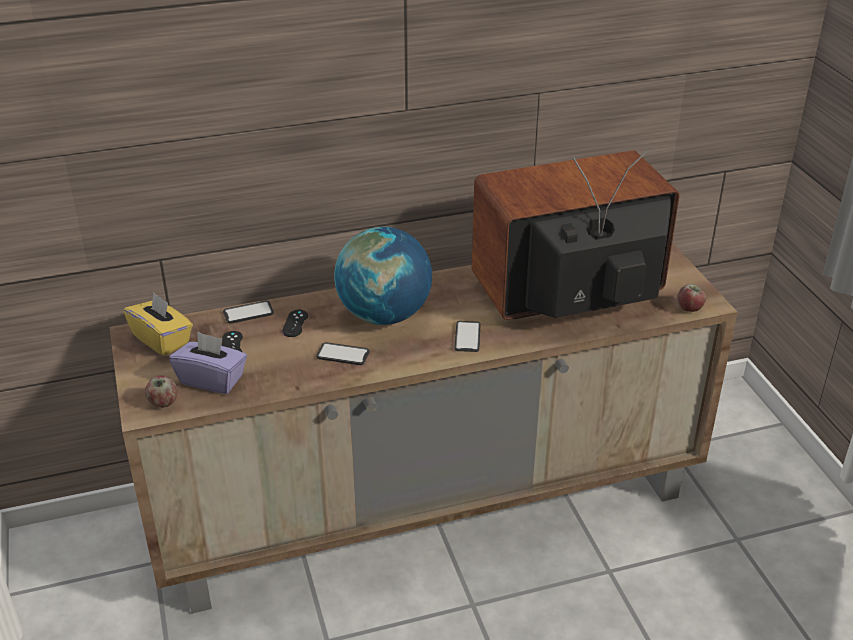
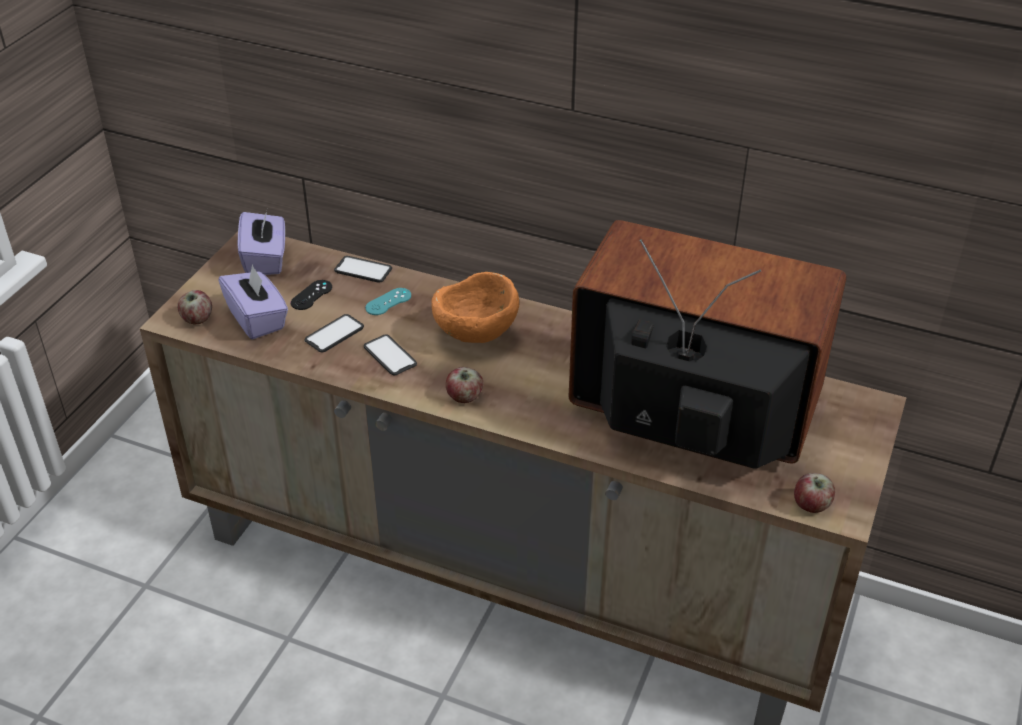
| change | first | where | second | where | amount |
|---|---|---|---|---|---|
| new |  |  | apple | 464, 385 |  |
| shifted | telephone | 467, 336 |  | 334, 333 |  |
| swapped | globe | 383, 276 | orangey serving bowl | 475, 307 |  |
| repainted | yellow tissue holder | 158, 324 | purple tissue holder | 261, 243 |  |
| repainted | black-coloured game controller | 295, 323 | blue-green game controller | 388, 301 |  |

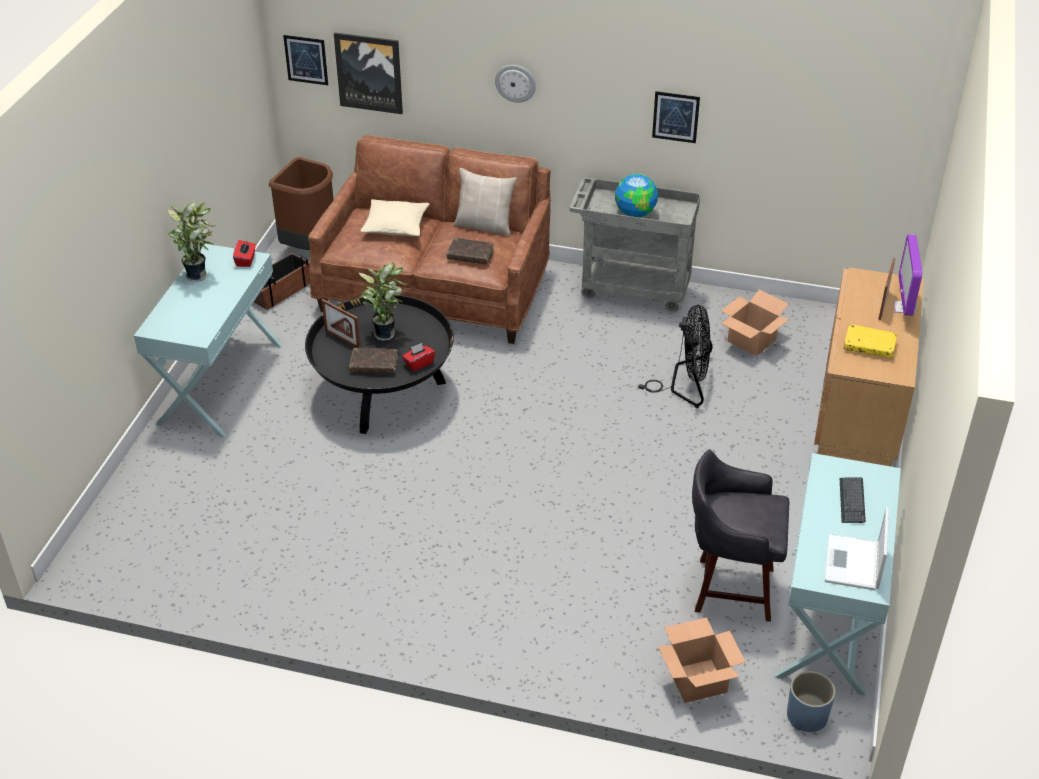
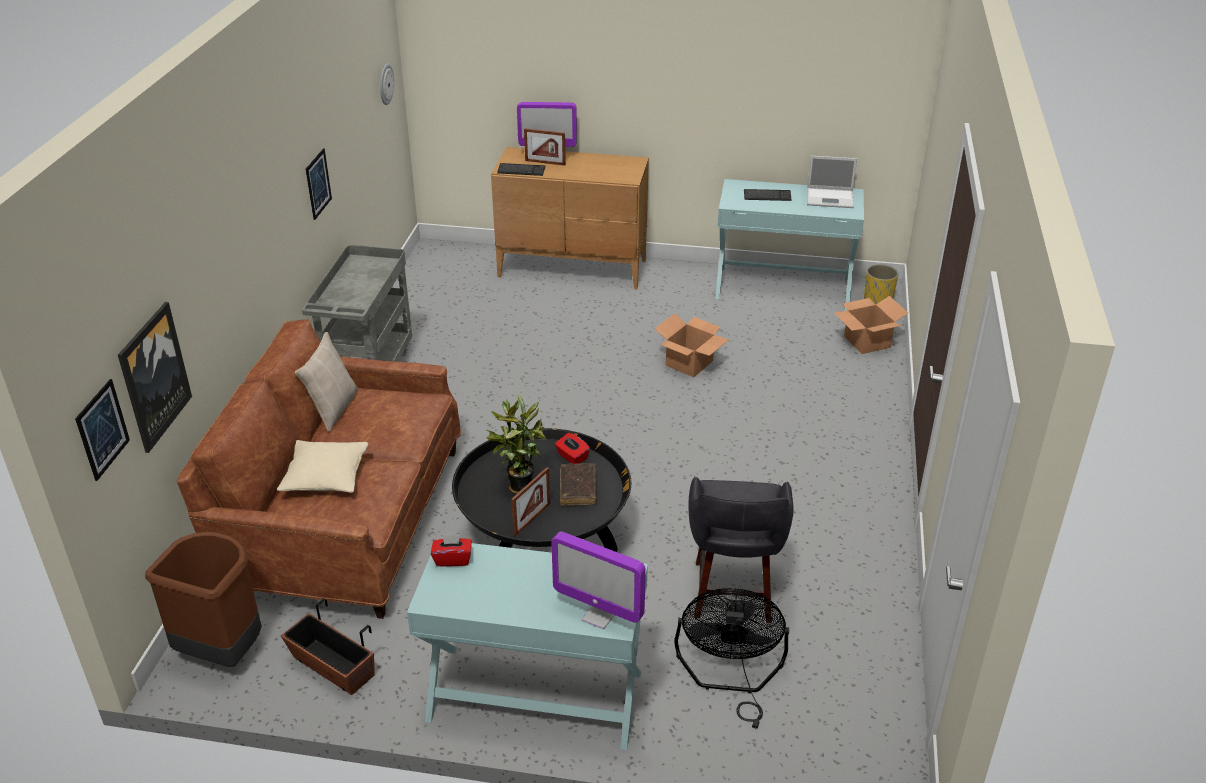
| change | first | where | second | where | amount |
|---|---|---|---|---|---|
| gone | plant in a pot | 191, 242 |  |  |  |
| gone | brownish bound book | 470, 251 |  |  |  |
| gone | globe | 636, 195 |  |  |  |
| gone | yellow bound book | 870, 341 |  |  |  |
| new |  |  | computer keyboard | 521, 169 |  |
| new |  |  | computer screen | 599, 580 |  |
| shifted | clock on the wall | 515, 84 |  | 387, 84 |  |
| shifted | black-coloured electric fan | 675, 356 |  | 731, 658 |  |
| shifted | grey sitting stool | 740, 535 |  | 741, 550 |  |
| shifted | packing box | 755, 323 |  | 692, 345 |  |
| repainted | blue flower pot | 811, 701 | yellow flower pot | 881, 284 |  |

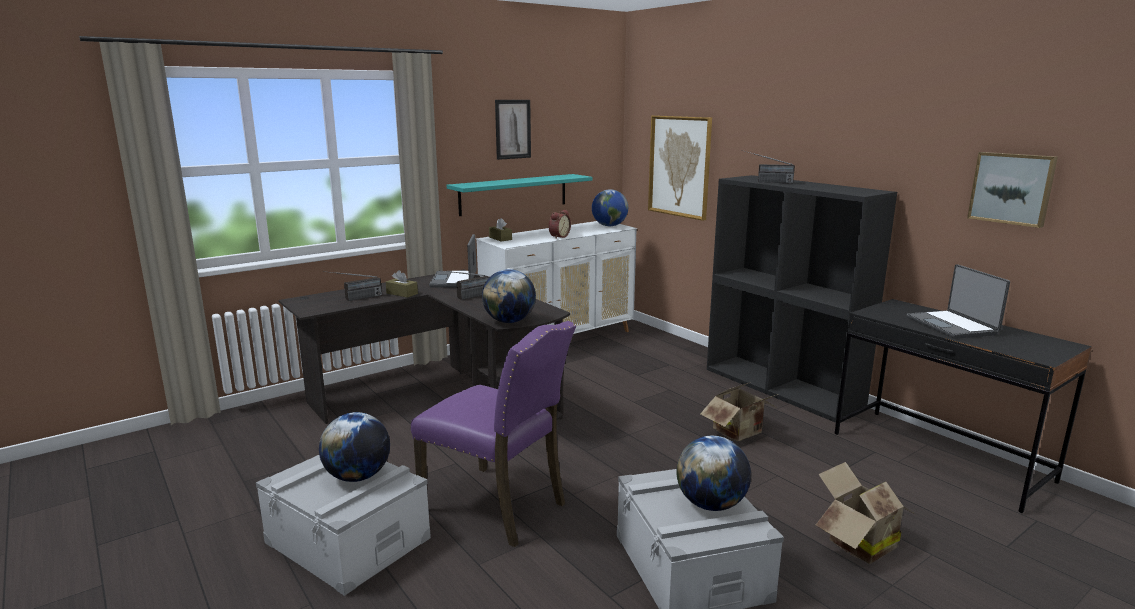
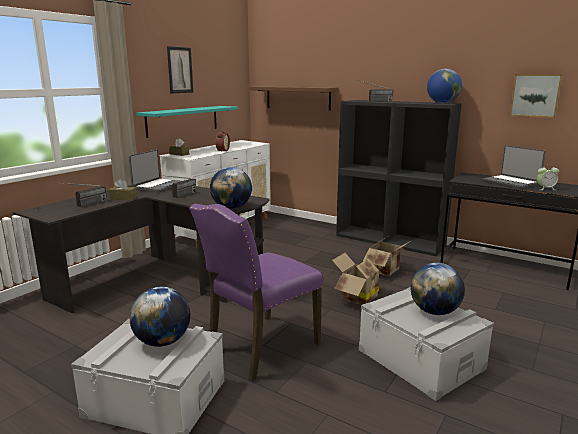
| change | first | where | second | where | amount |
|---|---|---|---|---|---|
| new |  |  | table clock | 548, 177 |  |
| shifted | globe | 610, 207 |  | 444, 86 |  |
| shifted | packing box | 865, 513 |  | 358, 279 |  |
| swapped | picture | 680, 168 | brownish shelf | 294, 98 |  |
| rotated | purple plain chair | 493, 434 |  | 256, 292 | 120 degrees clockwise |
| rotated | laptop | 453, 261 |  | 155, 171 | 135 degrees counterclockwise |

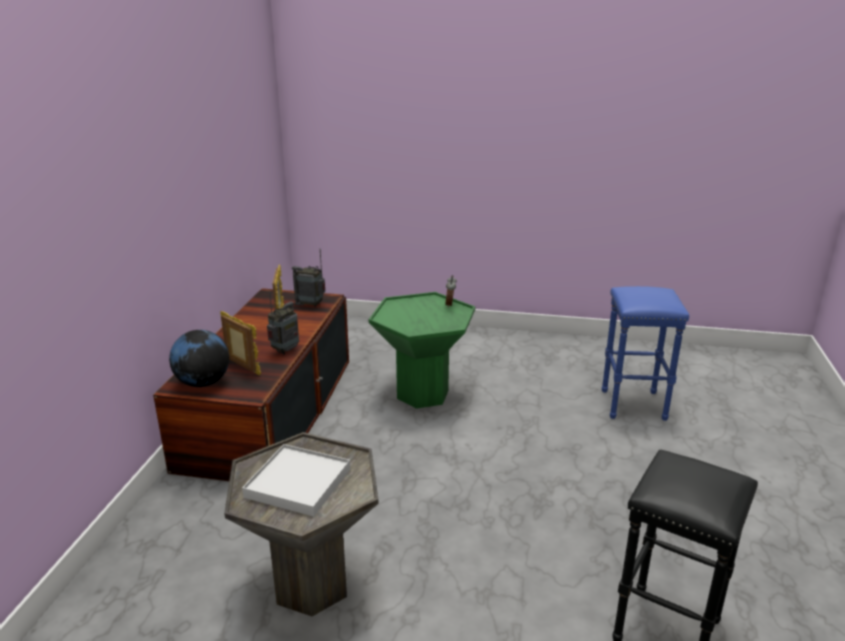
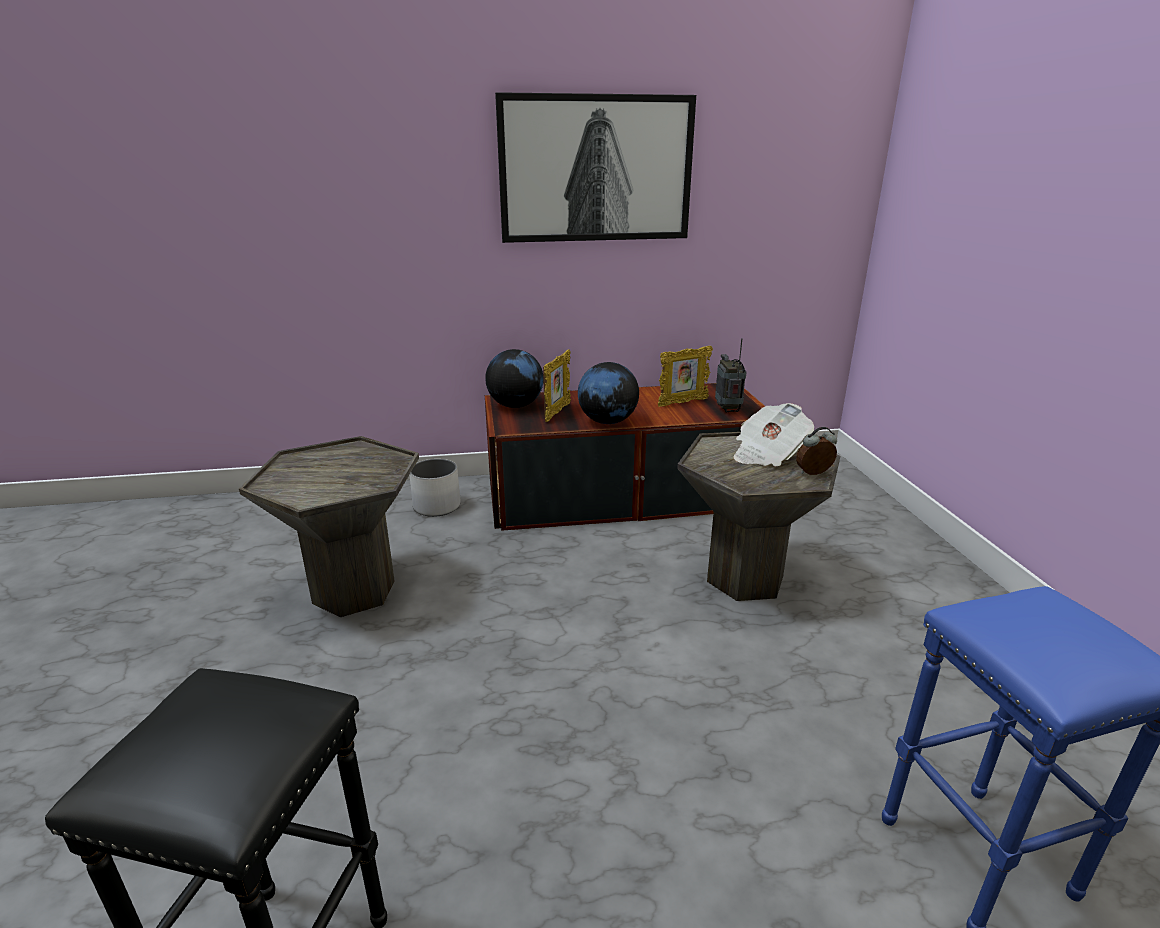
| change | first | where | second | where | amount |
|---|---|---|---|---|---|
| gone | white-coloured carrying tray | 296, 480 |  |  |  |
| new |  |  | white-coloured flower pot | 435, 488 |  |
| new |  |  | picture | 595, 167 |  |
| new |  |  | daily paper | 773, 435 |  |
| swapped | radio | 283, 323 | globe | 608, 393 |  |
| repainted | green end table | 422, 350 | grey end table | 758, 516 |  |

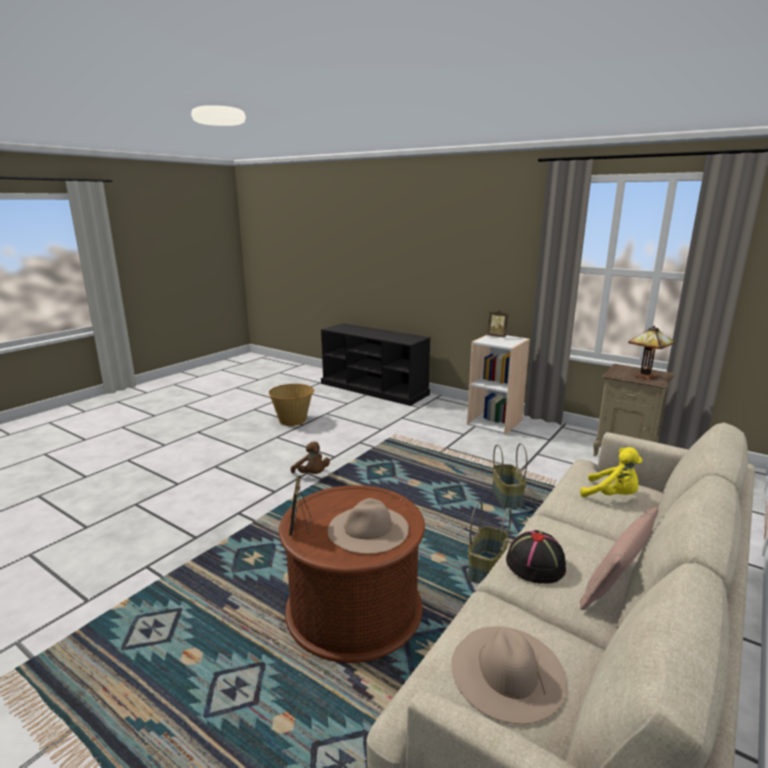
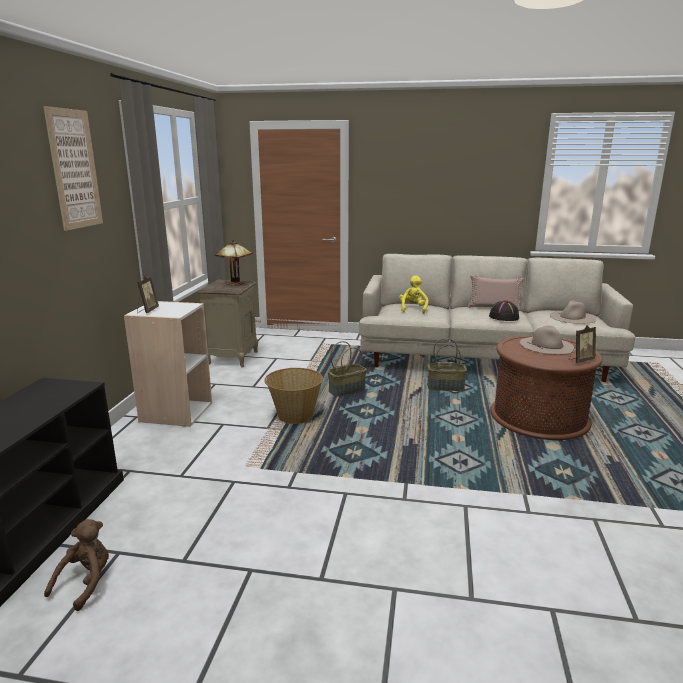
| change | first | where | second | where | amount |
|---|---|---|---|---|---|
| new |  |  | picture | 73, 168 |  |
| shifted | storage basket | 291, 405 |  | 293, 396 |  |
| shifted | brownish cuddly toy | 310, 457 |  | 76, 565 |  |

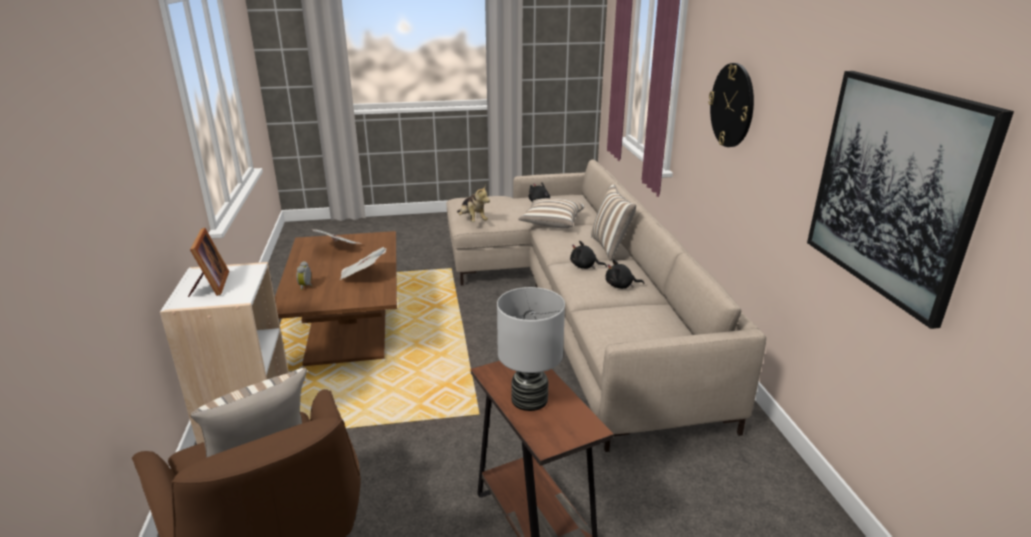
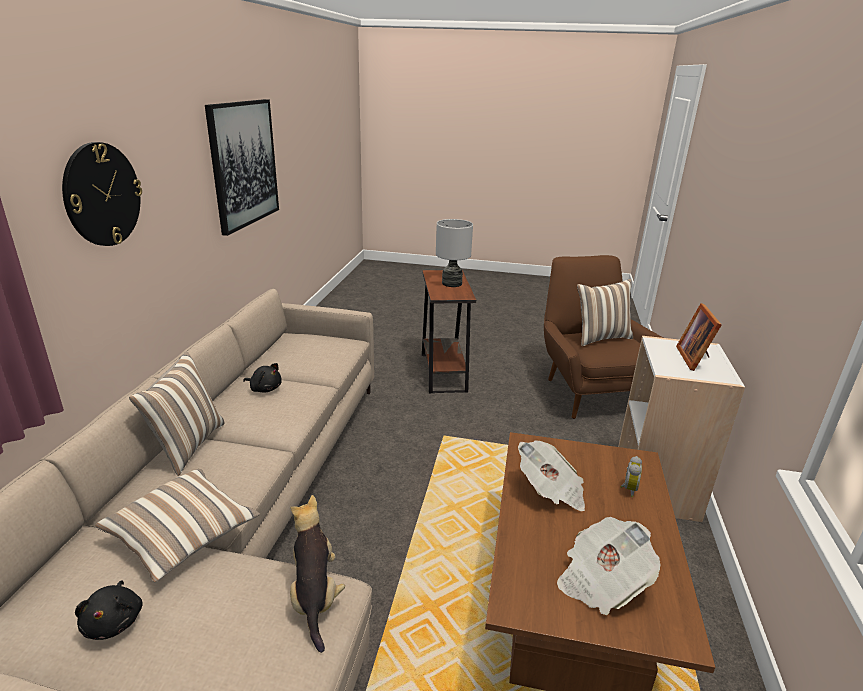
| change | first | where | second | where | amount |
|---|---|---|---|---|---|
| gone | black-coloured cuddly toy | 588, 255 |  |  |  |

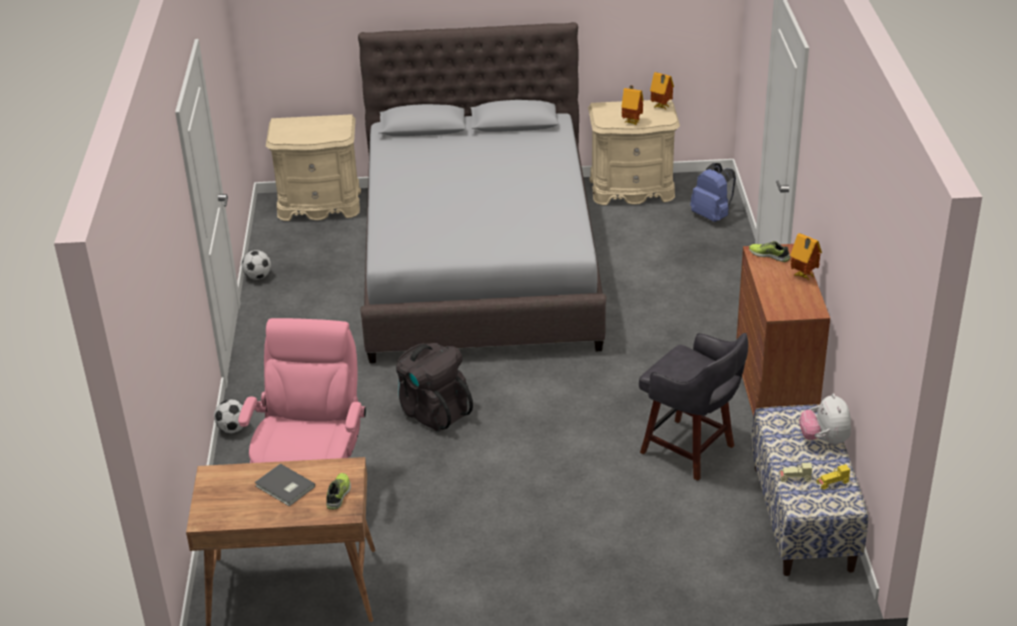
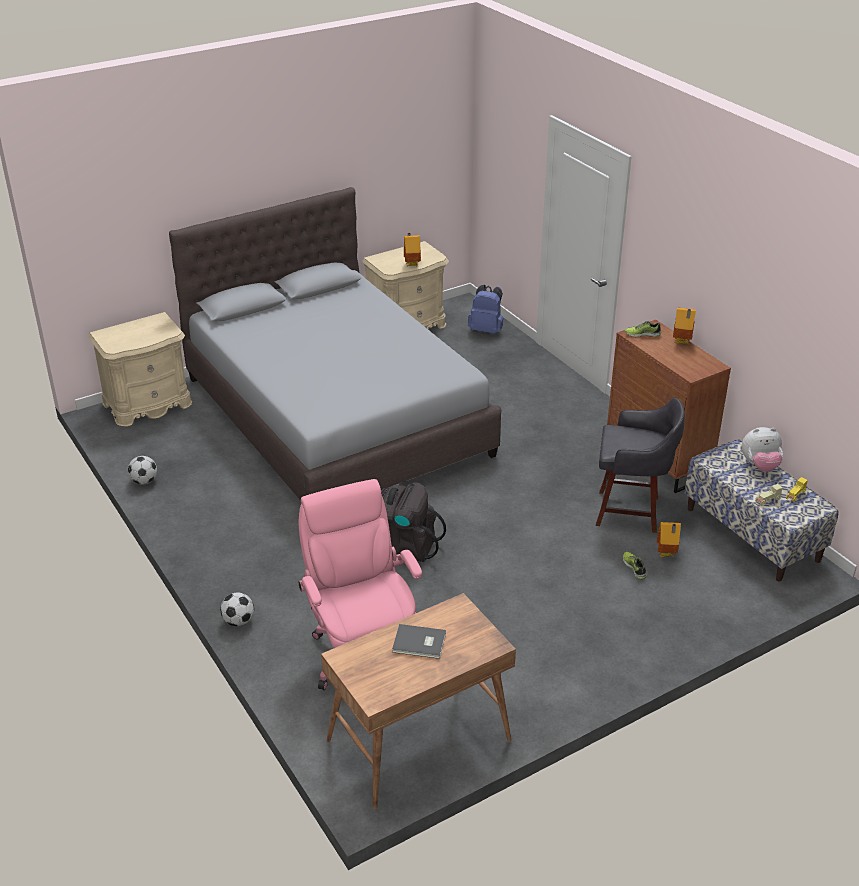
| change | first | where | second | where | amount |
|---|---|---|---|---|---|
| shifted | low shoe | 338, 491 |  | 635, 565 |  |
| shifted | miniature house | 662, 91 |  | 669, 539 |  |
| rotated | cuddly toy | 825, 419 |  | 762, 449 | 60 degrees counterclockwise |

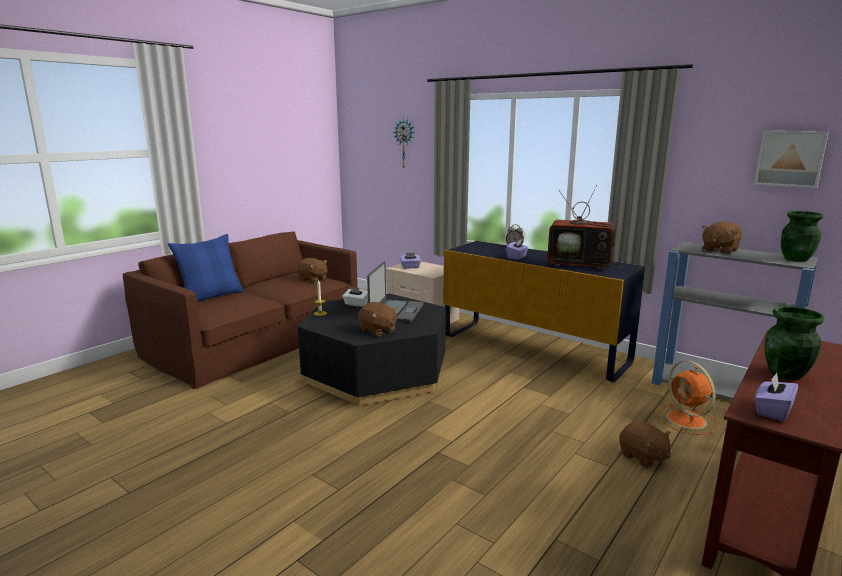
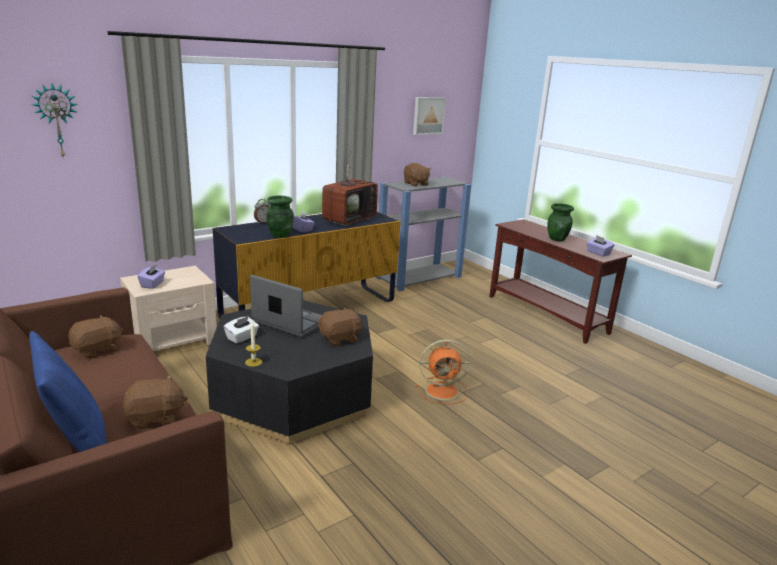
| change | first | where | second | where | amount |
|---|---|---|---|---|---|
| shifted | brownish cuddly toy | 645, 444 |  | 155, 402 |  |
| shifted | orangey electric fan | 688, 398 |  | 442, 372 |  |
| shifted | green decorative vase | 802, 236 |  | 280, 217 |  |

